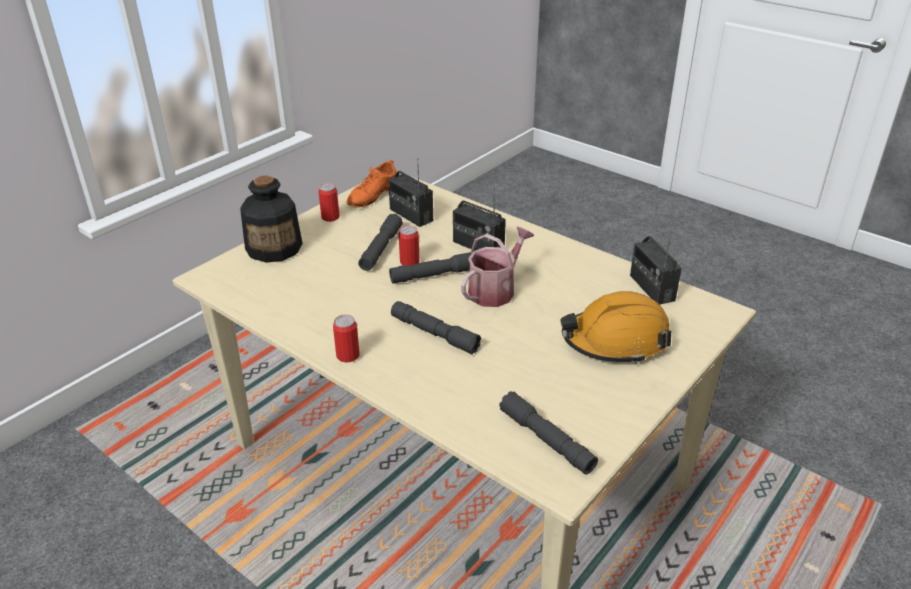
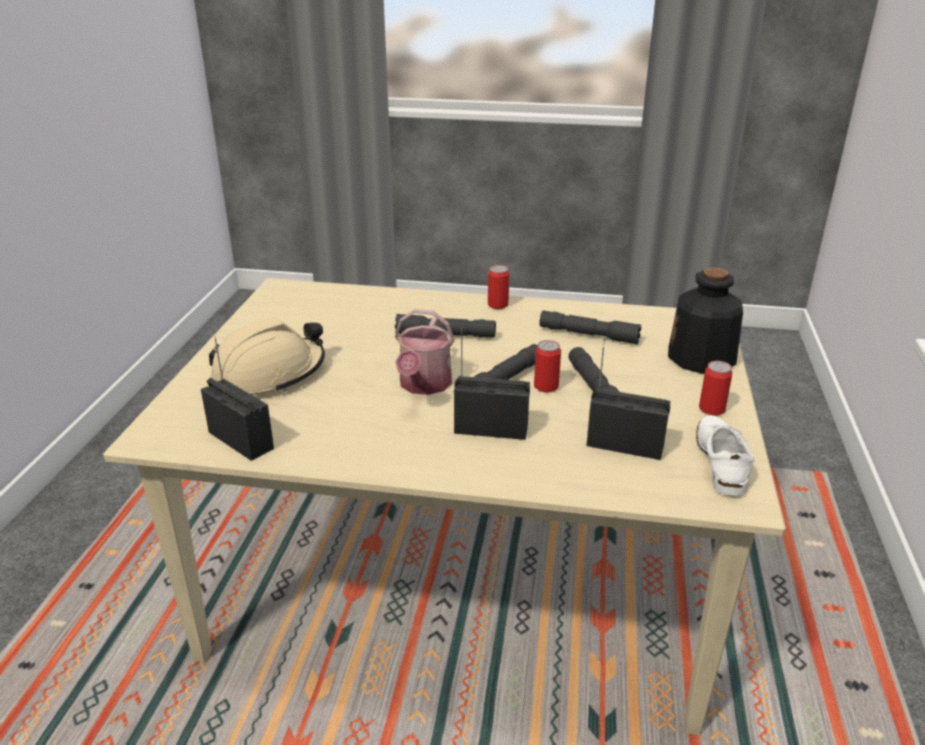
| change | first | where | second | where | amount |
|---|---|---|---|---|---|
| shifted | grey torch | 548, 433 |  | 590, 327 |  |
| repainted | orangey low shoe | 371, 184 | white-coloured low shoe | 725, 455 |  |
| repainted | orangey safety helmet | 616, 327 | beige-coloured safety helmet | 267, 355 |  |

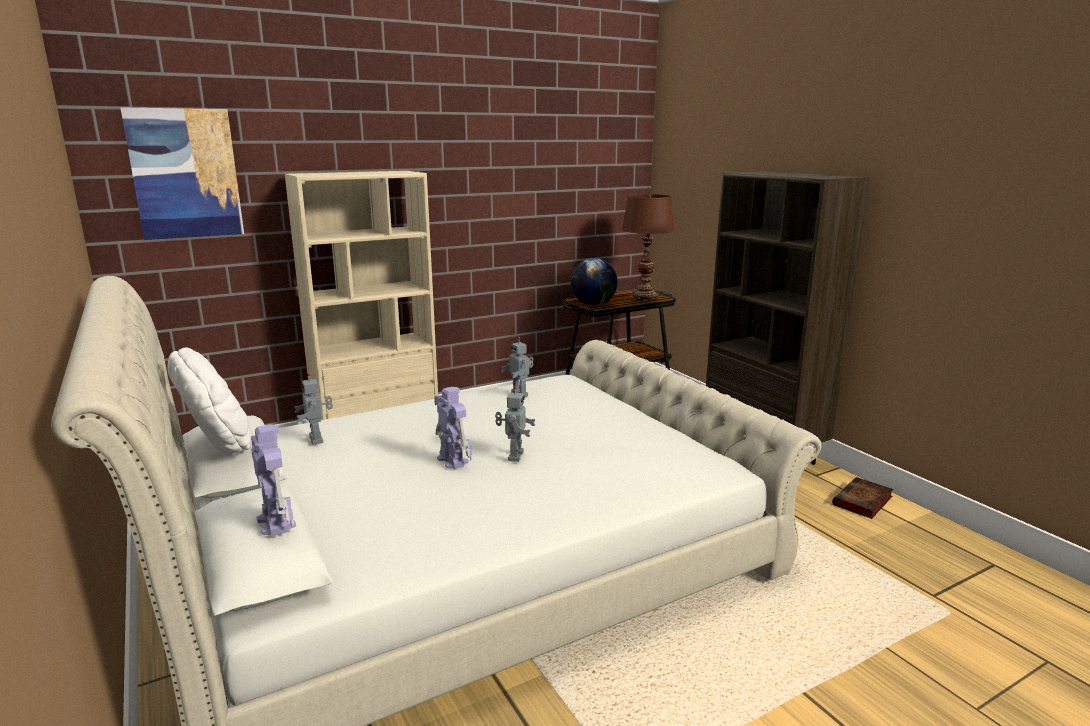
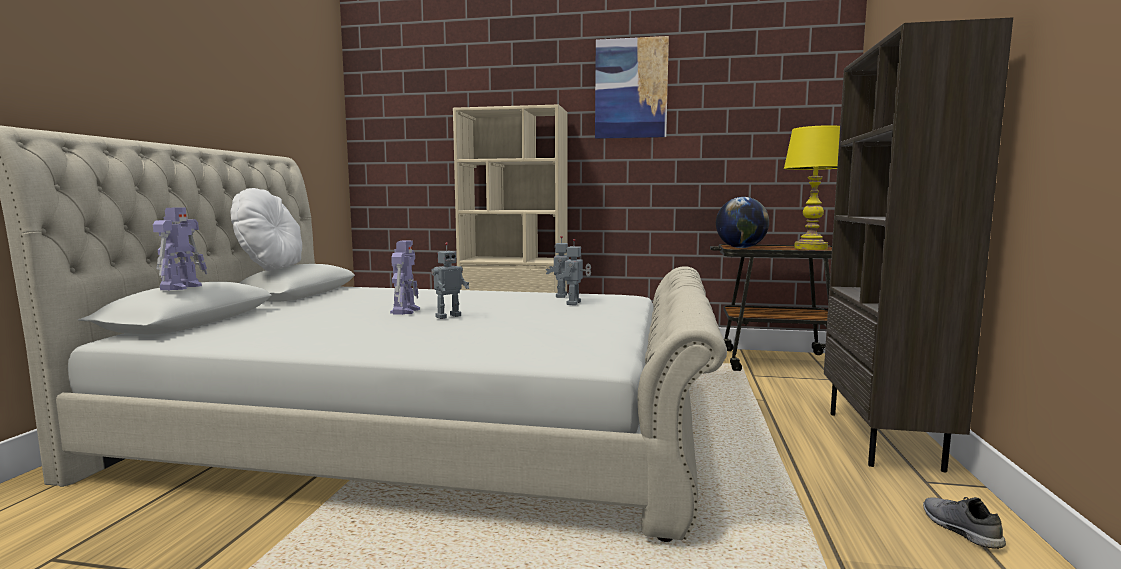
| change | first | where | second | where | amount |
|---|---|---|---|---|---|
| shifted | picture | 182, 173 |  | 632, 87 |  |
| shifted | model robot | 313, 409 |  | 573, 272 |  |
| swapped | bound book | 863, 498 | grey low shoe | 964, 523 |  |
| repainted | brownish table lamp | 648, 247 | yellow table lamp | 812, 187 |  |

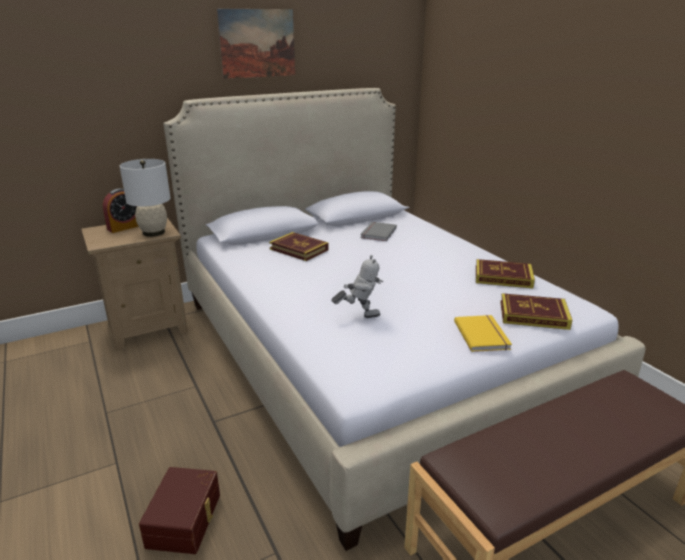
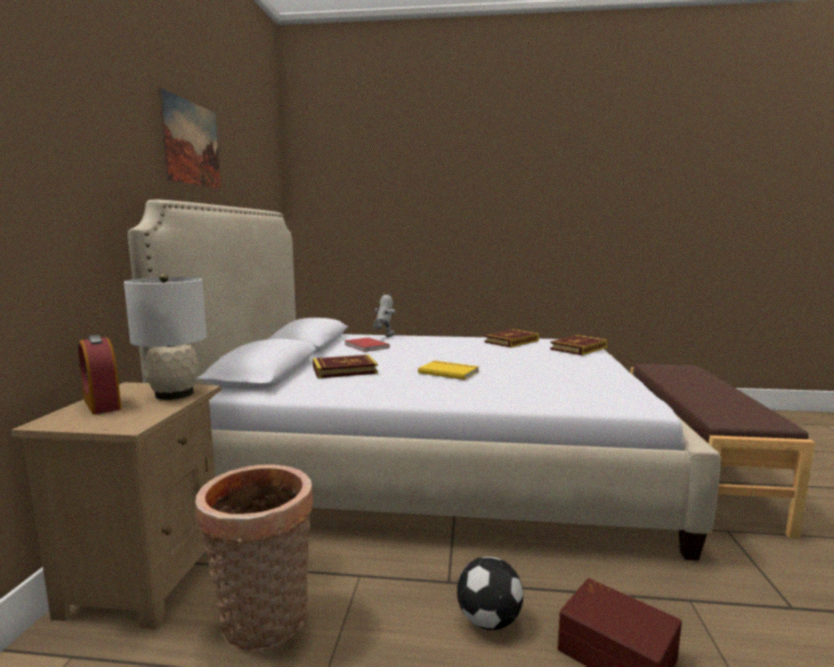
| change | first | where | second | where | amount |
|---|---|---|---|---|---|
| new |  |  | storage basket | 254, 557 |  |
| new |  |  | football ball | 490, 593 |  |
| shifted | model robot | 357, 286 |  | 384, 315 |  |
| shifted | yellow bound book | 483, 333 |  | 448, 370 |  |
| repainted | grey bound book | 378, 231 | red-coloured bound book | 367, 344 |  |
| rotated | table clock | 121, 210 |  | 100, 375 | 150 degrees clockwise |

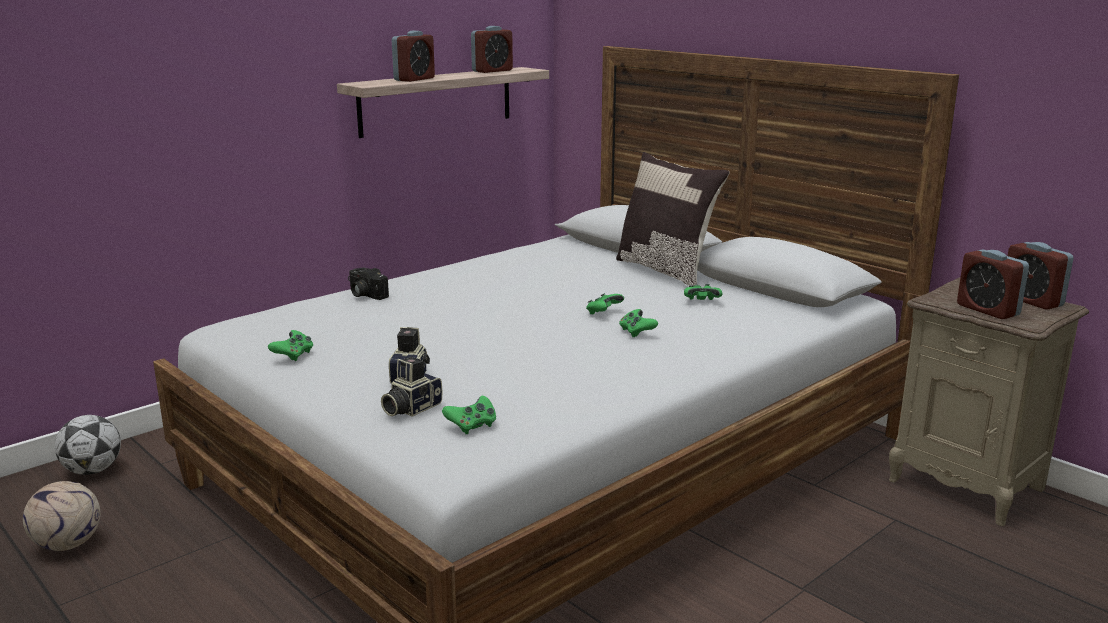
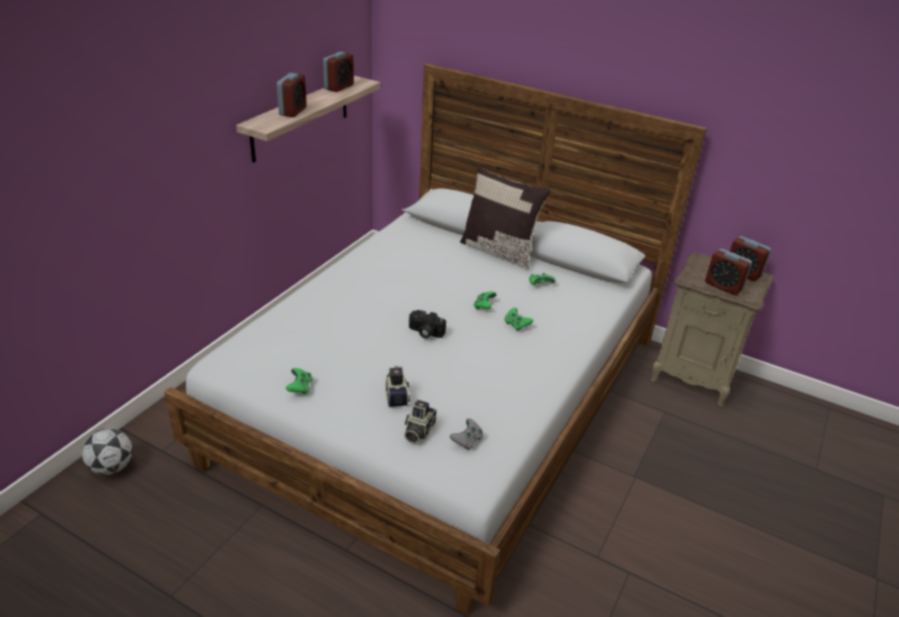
| change | first | where | second | where | amount |
|---|---|---|---|---|---|
| gone | football ball | 62, 516 |  |  |  |
| shifted | still camera | 368, 284 |  | 427, 324 |  |
| repainted | green game controller | 469, 415 | grey game controller | 466, 434 |  |

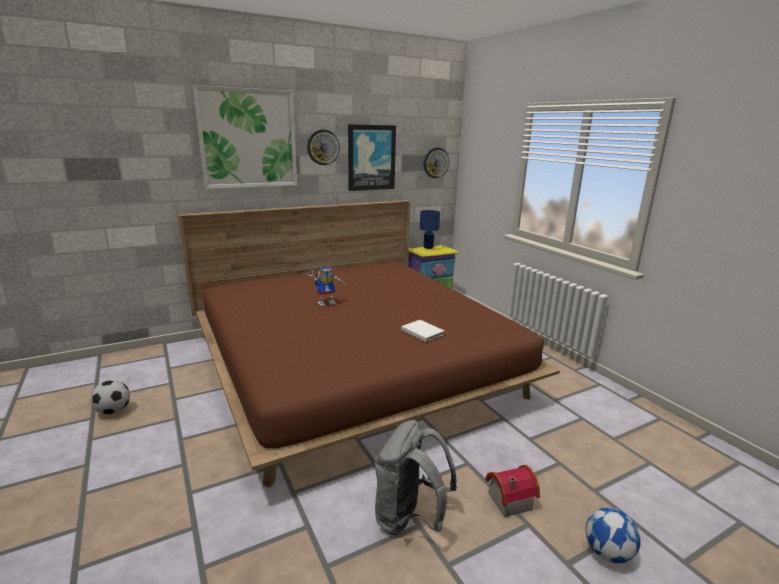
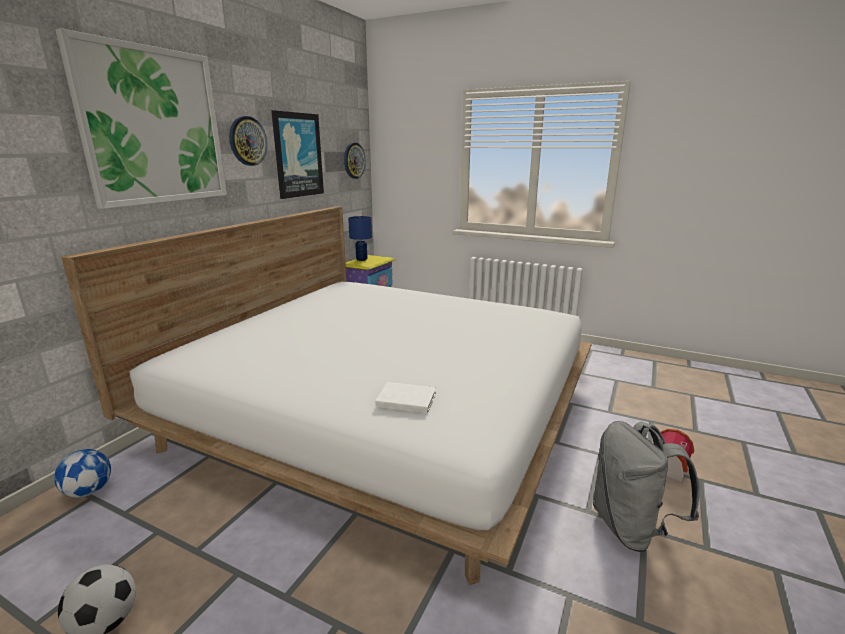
| change | first | where | second | where | amount |
|---|---|---|---|---|---|
| gone | model robot | 326, 285 |  |  |  |
| shifted | white-coloured bound book | 423, 331 |  | 405, 397 |  |
| shifted | football ball | 613, 536 |  | 82, 473 |  |
| repainted | brownish bed | 369, 344 | white-coloured bed | 326, 395 |  |

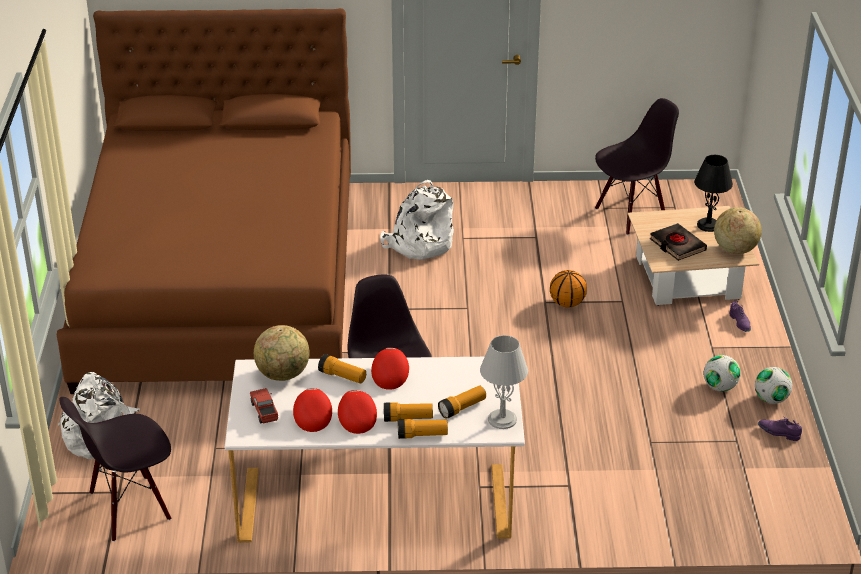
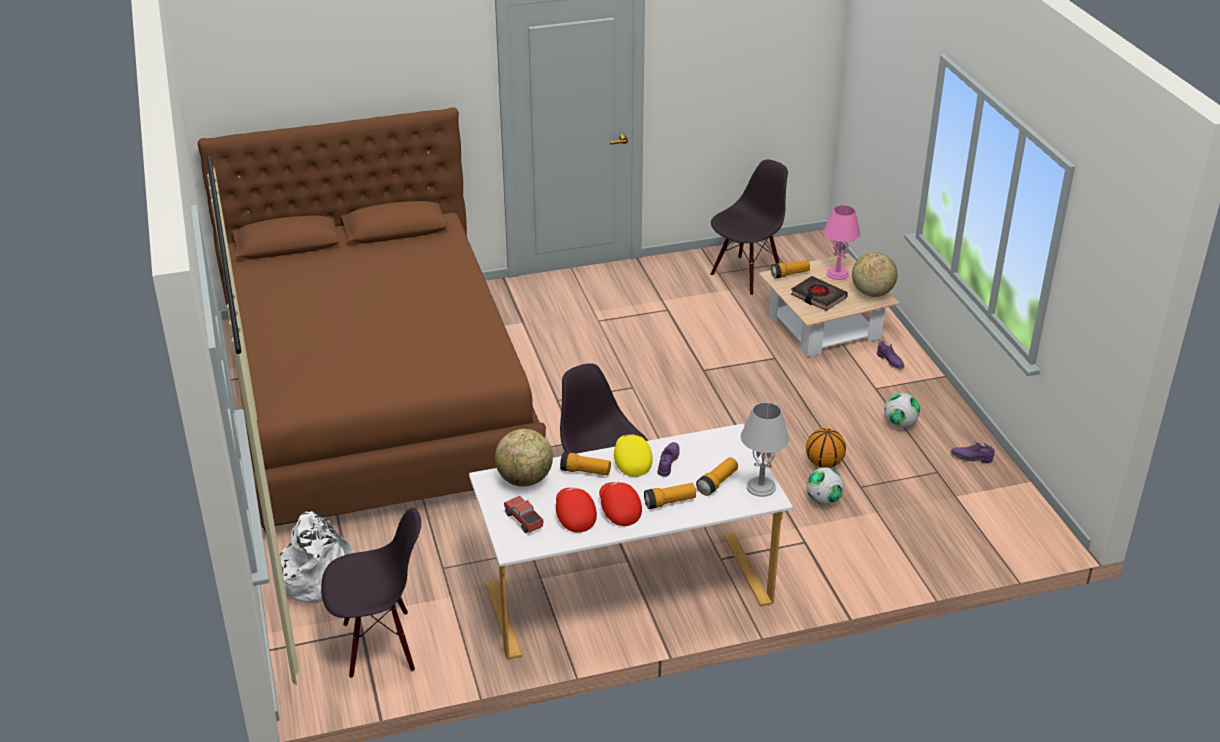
| change | first | where | second | where | amount |
|---|---|---|---|---|---|
| gone | white-coloured knapsack | 417, 220 |  |  |  |
| new |  |  | purple low shoe | 669, 459 |  |
| shifted | torch | 422, 429 |  | 790, 269 |  |
| shifted | basketball ball | 568, 288 |  | 826, 448 |  |
| shifted | football ball | 773, 385 |  | 825, 486 |  |
| repainted | red-coloured cap | 390, 369 | yellow cap | 633, 455 |  |
| repainted | black-coloured table lamp | 713, 193 | pinkish table lamp | 842, 242 |  |
| rotated | black-coloured plain chair | 115, 469 |  | 371, 593 | 150 degrees counterclockwise |

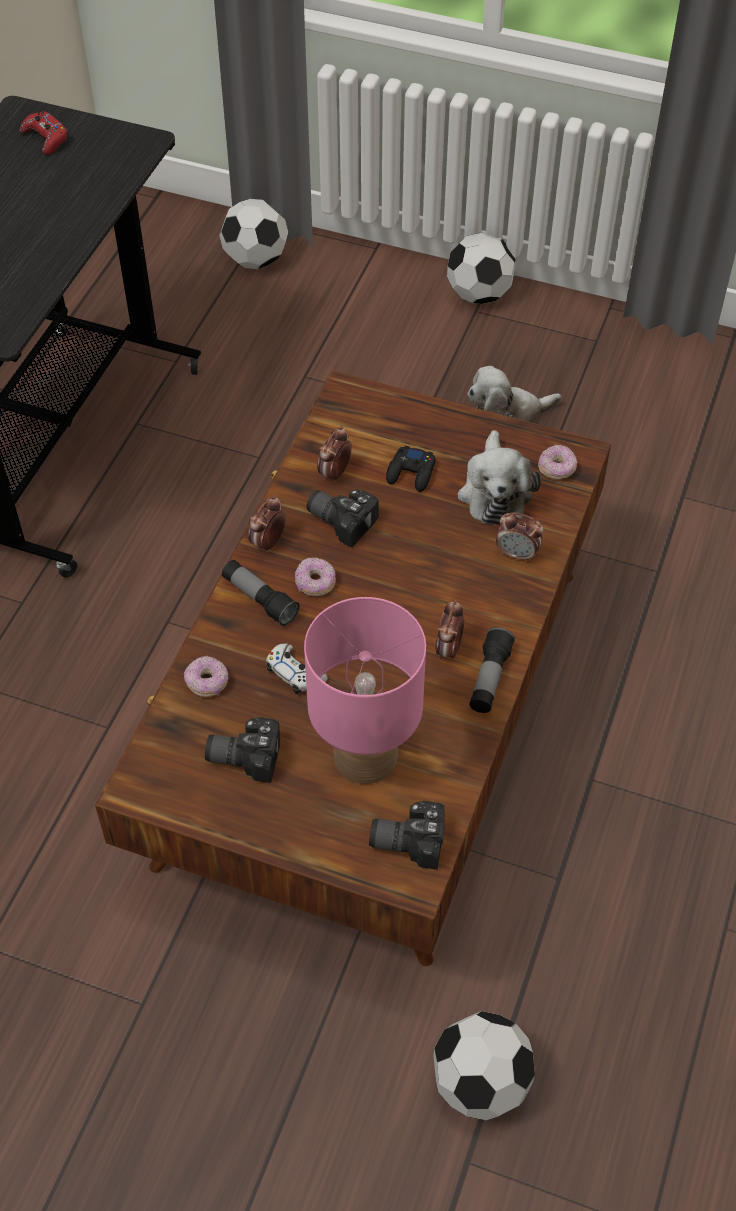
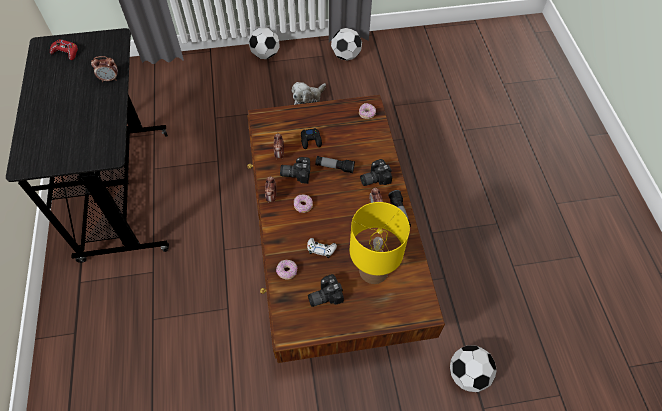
| change | first | where | second | where | amount |
|---|---|---|---|---|---|
| gone | cuddly toy | 499, 477 |  |  |  |
| shifted | football ball | 253, 234 |  | 346, 44 |  |
| shifted | torch | 261, 593 |  | 335, 165 |  |
| shifted | still camera | 407, 835 |  | 376, 172 |  |
| shifted | table clock | 520, 537 |  | 104, 69 |  |
| repainted | pinkish table lamp | 365, 690 | yellow table lamp | 380, 243 |  |

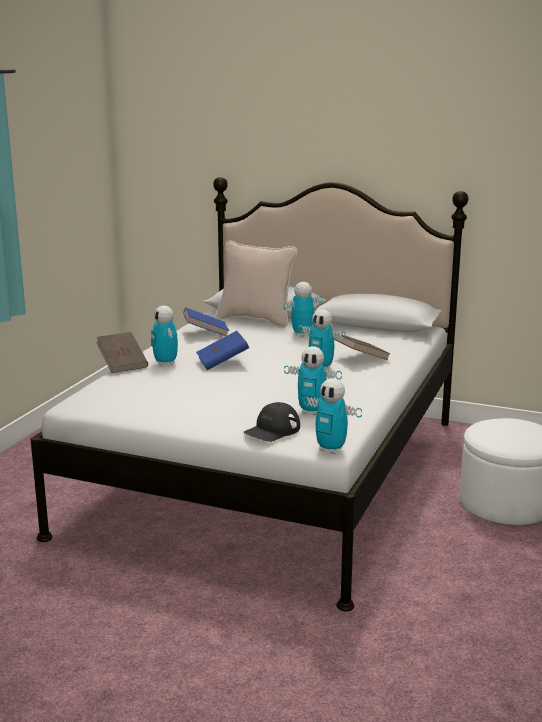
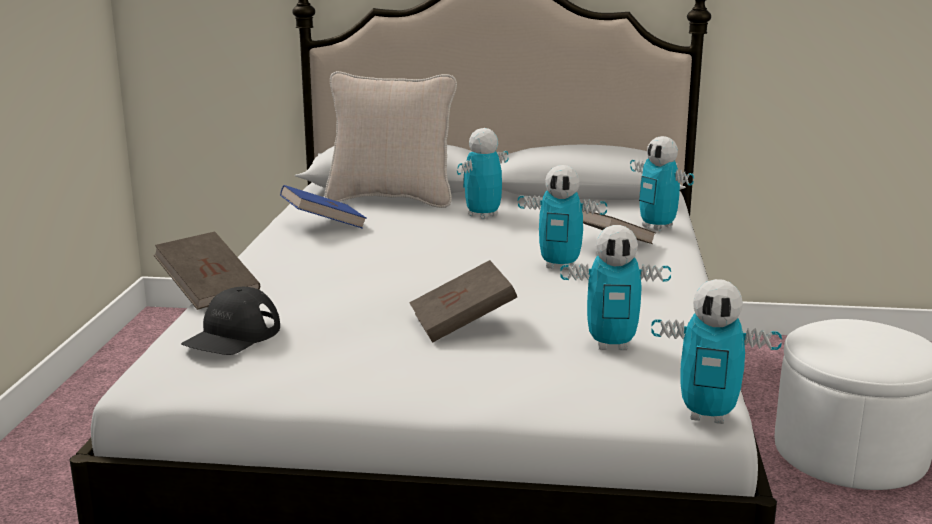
| change | first | where | second | where | amount |
|---|---|---|---|---|---|
| gone | blue bound book | 222, 350 |  |  |  |
| new |  |  | brownish bound book | 463, 301 |  |
| shifted | model robot | 164, 336 |  | 662, 183 |  |
| shifted | black-coloured cap | 272, 422 |  | 230, 321 |  |

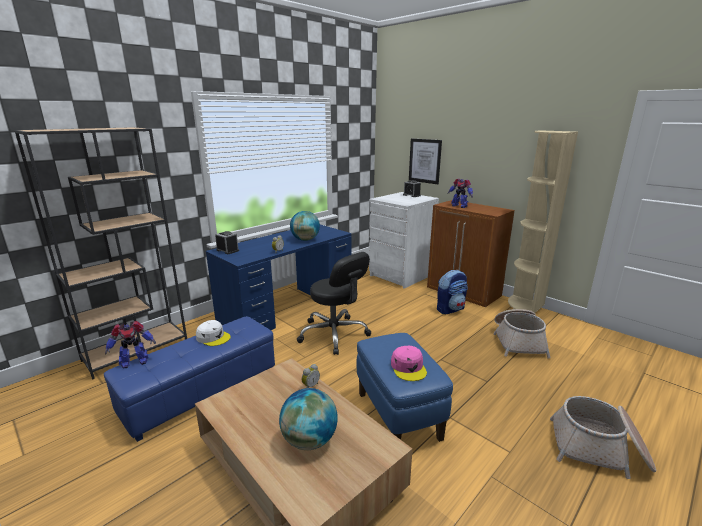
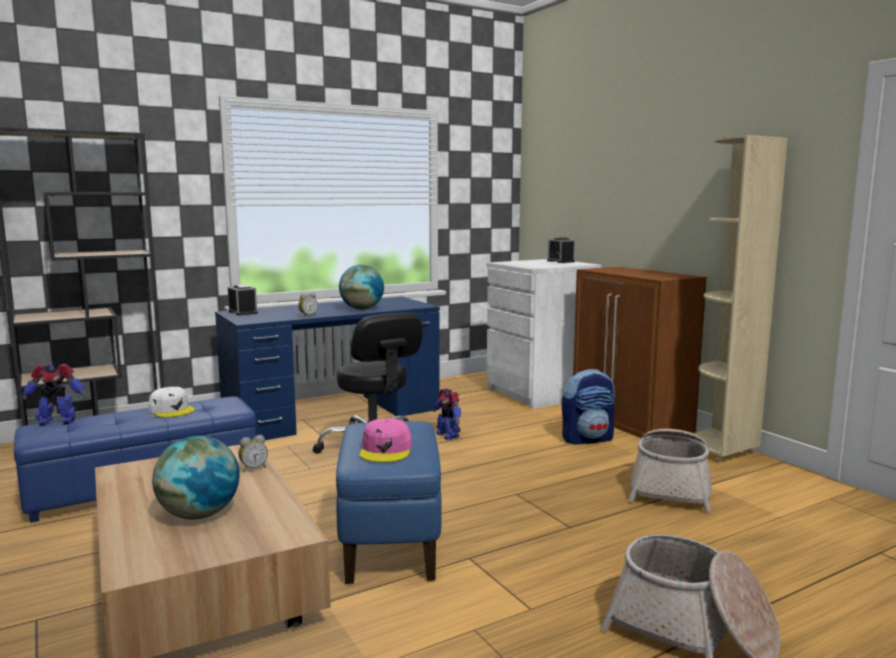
| change | first | where | second | where | amount |
|---|---|---|---|---|---|
| gone | picture | 425, 161 |  |  |  |
| shifted | model robot | 460, 193 |  | 447, 414 |  |

